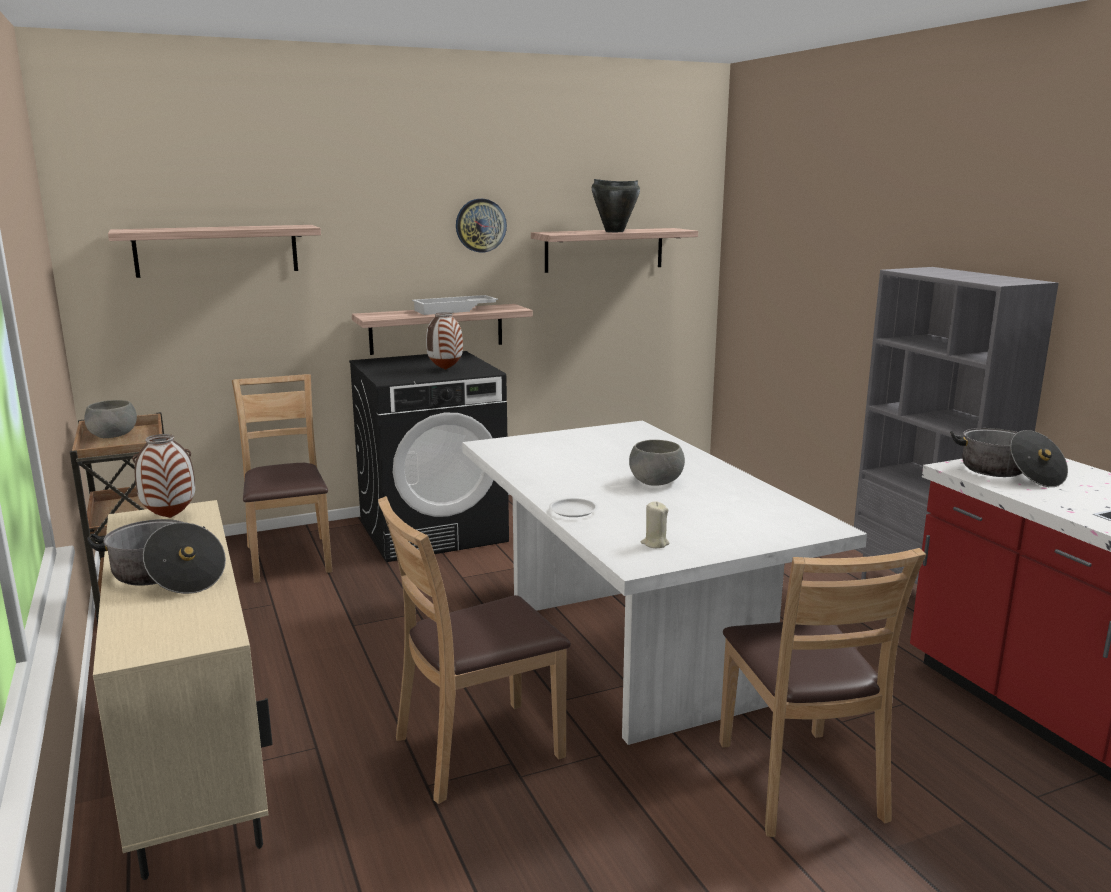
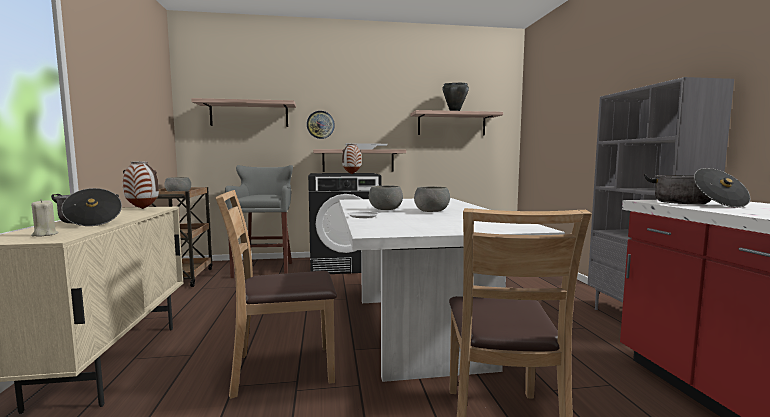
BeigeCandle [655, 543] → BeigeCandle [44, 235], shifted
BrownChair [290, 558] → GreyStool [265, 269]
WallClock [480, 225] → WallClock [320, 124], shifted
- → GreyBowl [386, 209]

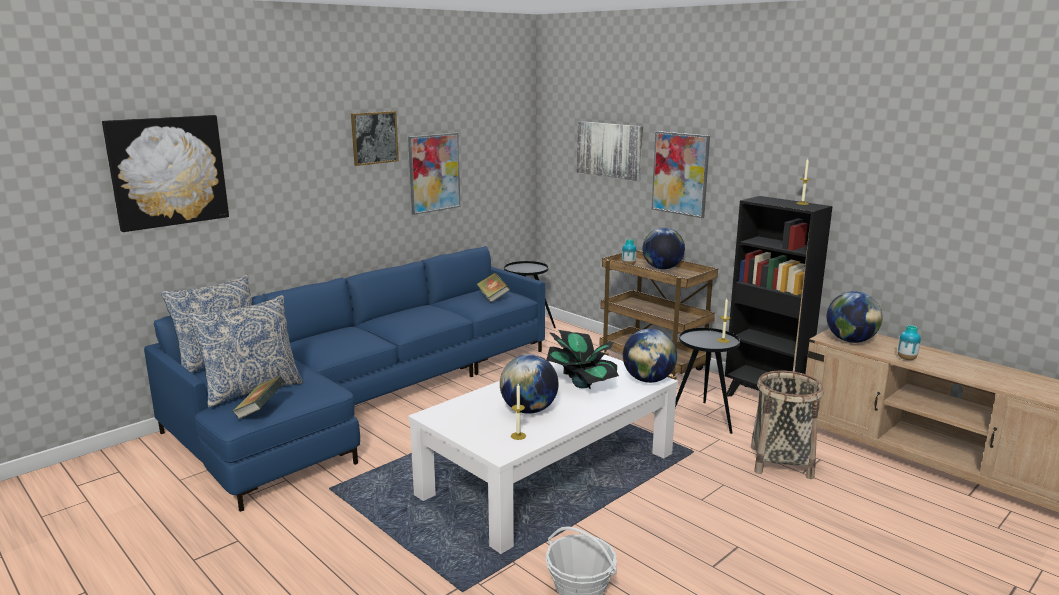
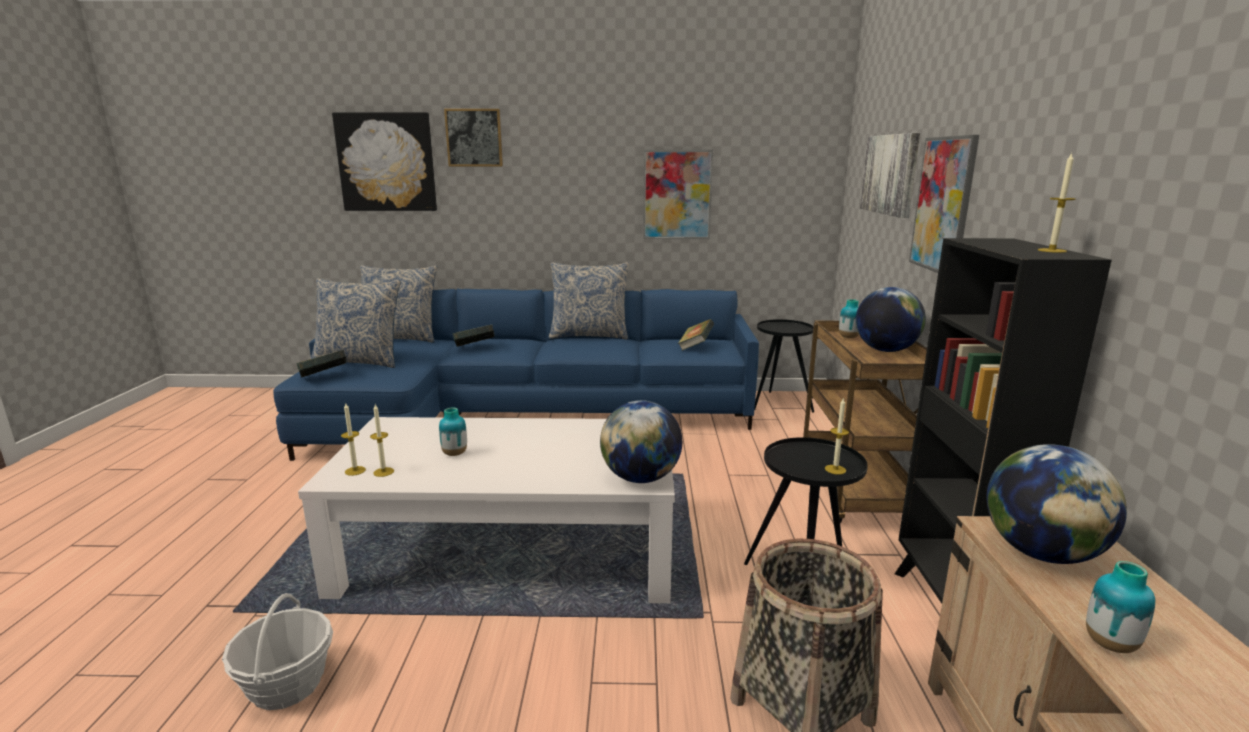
- → Candle [355, 471]
Globe [529, 410] → Vase [454, 454]
Picture [374, 137] → Picture [474, 138], shifted
- → Book [474, 348]
- → Pillow [589, 336]
PottedPlant [582, 384] → -

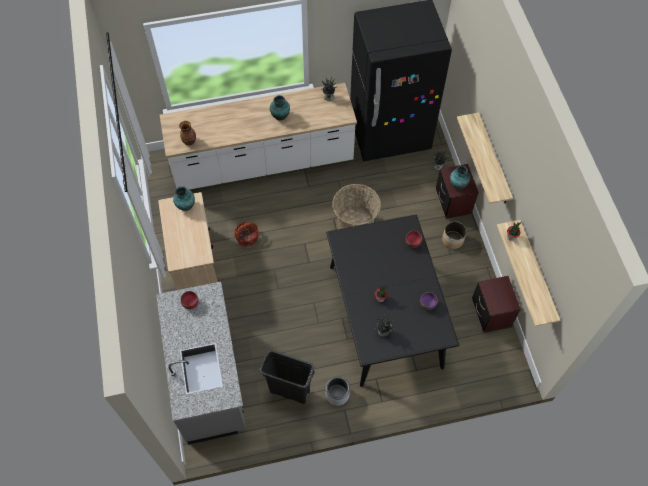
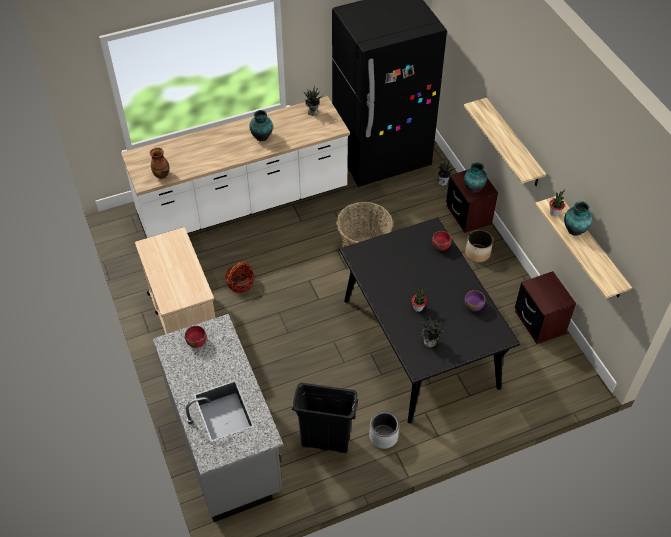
Vase [185, 206] → Vase [574, 230], shifted

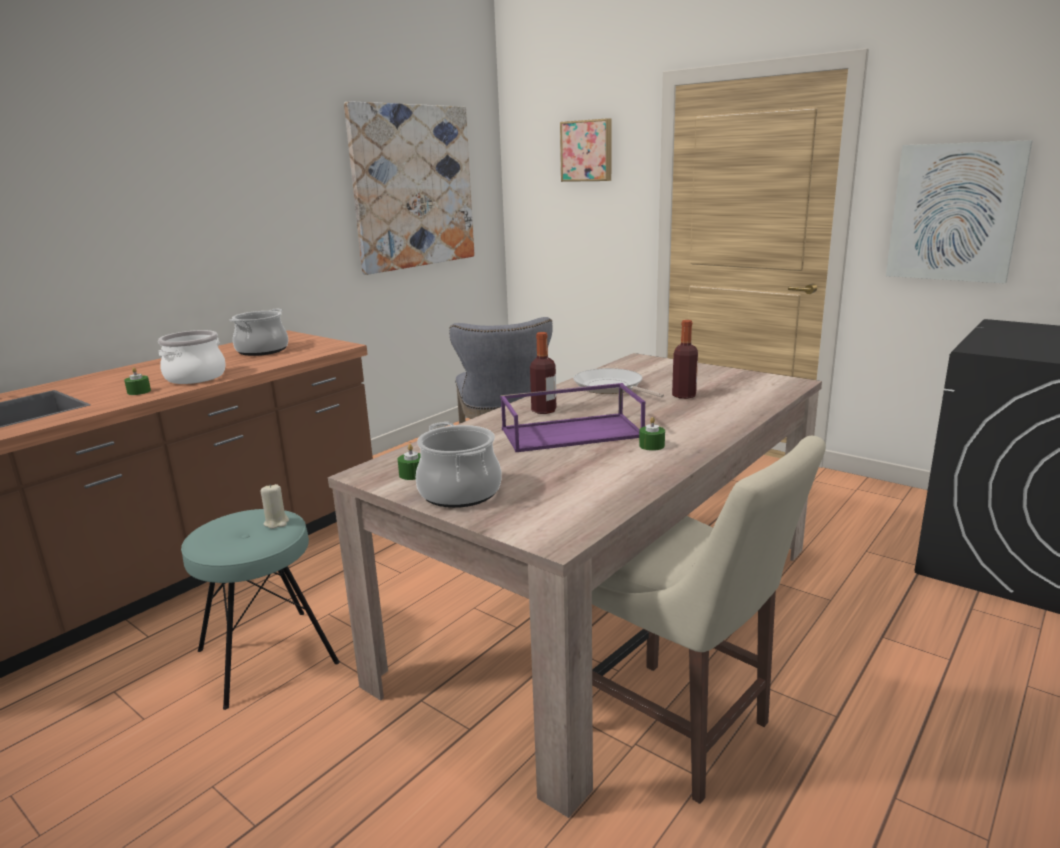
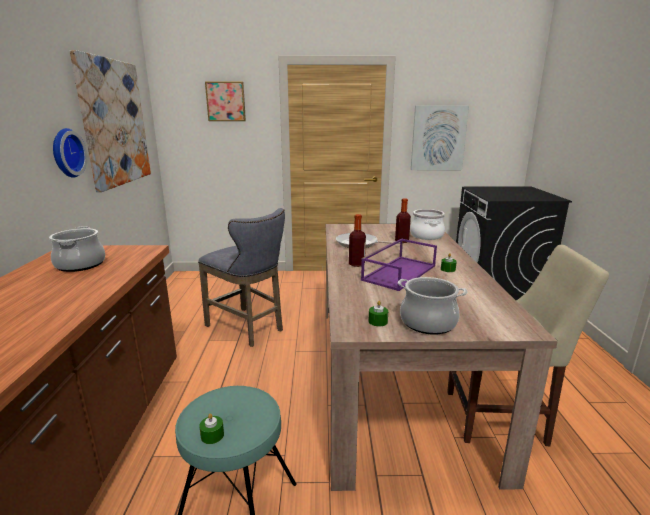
- → WallClock [65, 153]
GreenCandle [139, 391] → GreenCandle [212, 435], shifted
CookingPot [196, 377] → CookingPot [427, 236], shifted
BeigeCandle [276, 523] → -

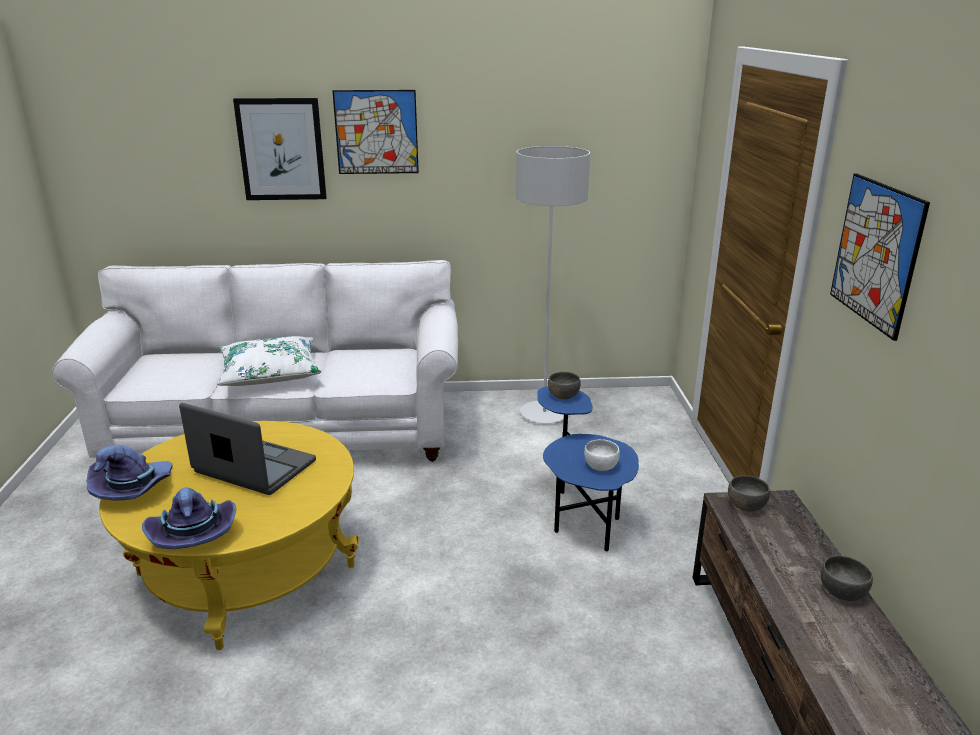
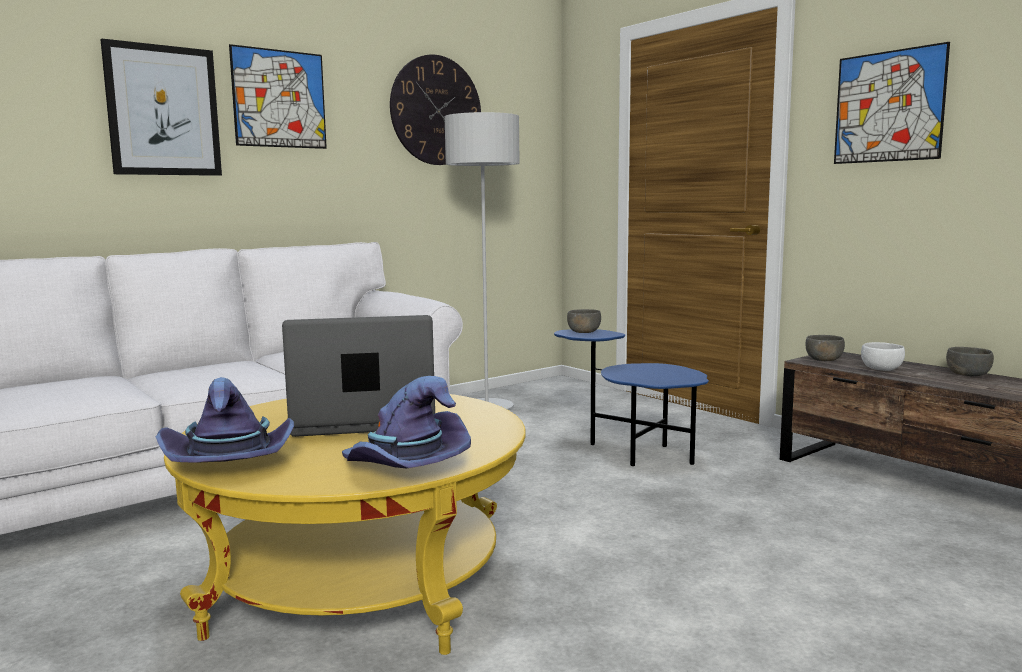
- → WallClock [436, 110]
WhiteBowl [601, 466] → WhiteBowl [882, 369], shifted
WhitePillow [270, 373] → -

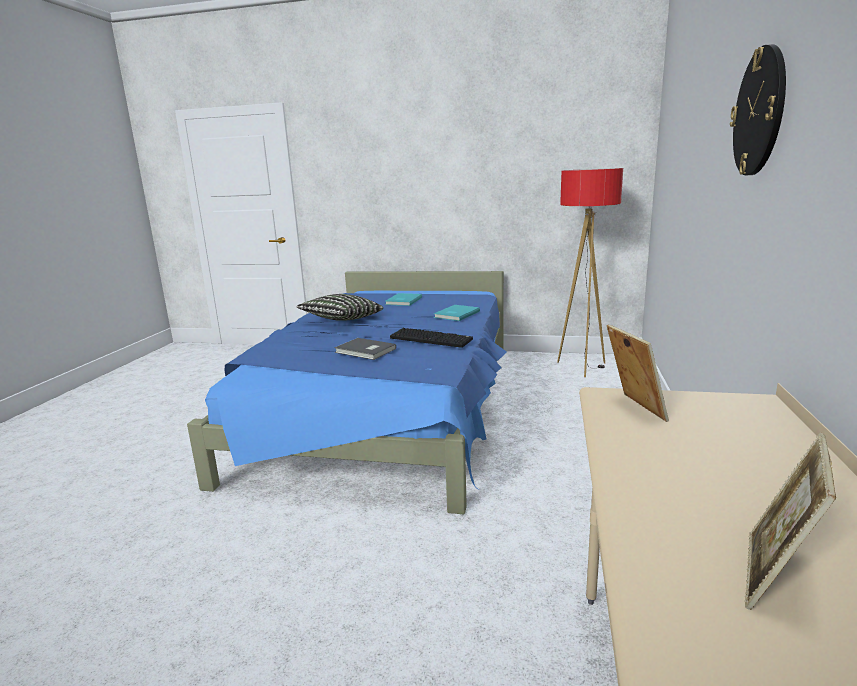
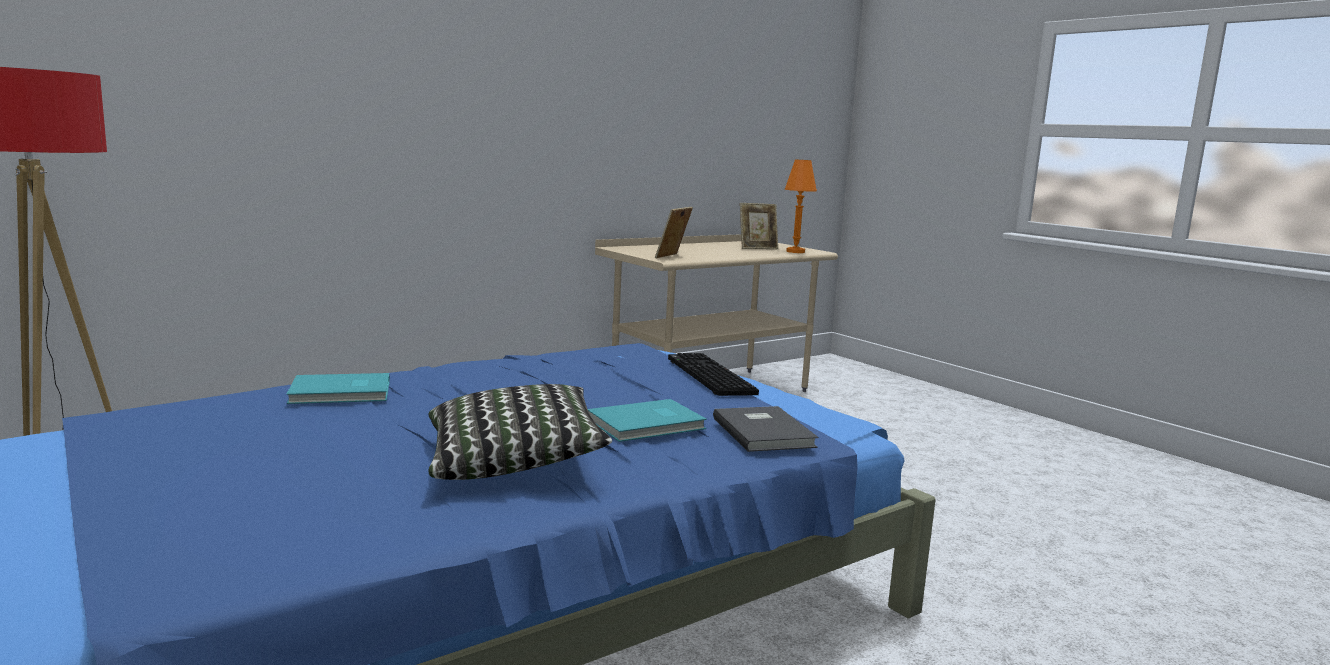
TurquoiseBook [402, 301] → TurquoiseBook [648, 424], shifted
Keyboard [432, 339] → Keyboard [707, 376], shifted
GreyBook [365, 351] → GreyBook [765, 431], shifted
- → OrangeTableLamp [795, 251]
WallClock [759, 112] → -

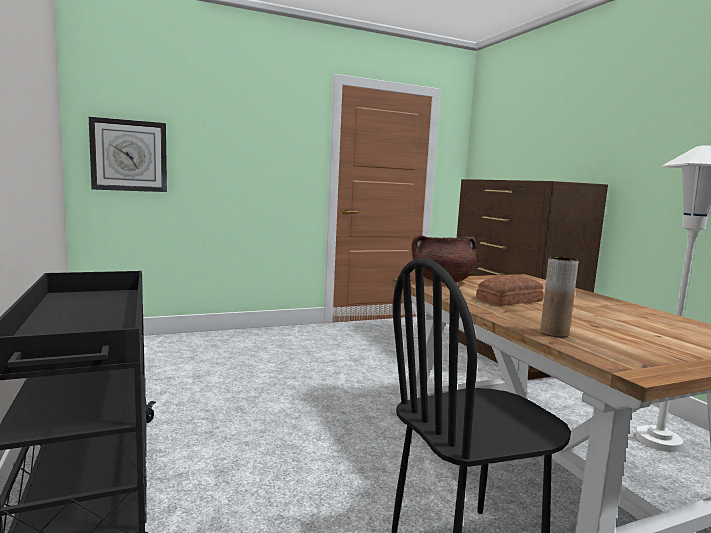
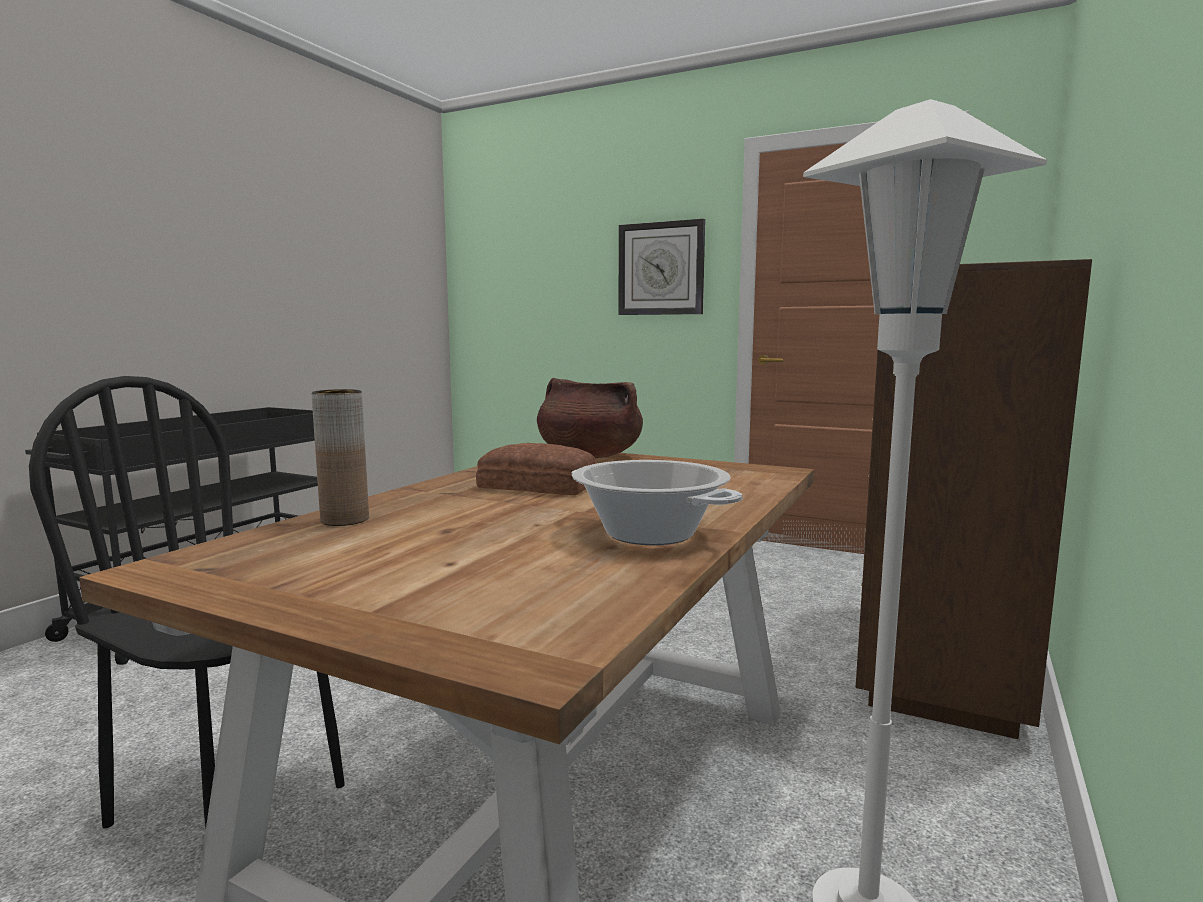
- → CookingPot [649, 534]
WallClock [129, 155] → WallClock [661, 269], shifted

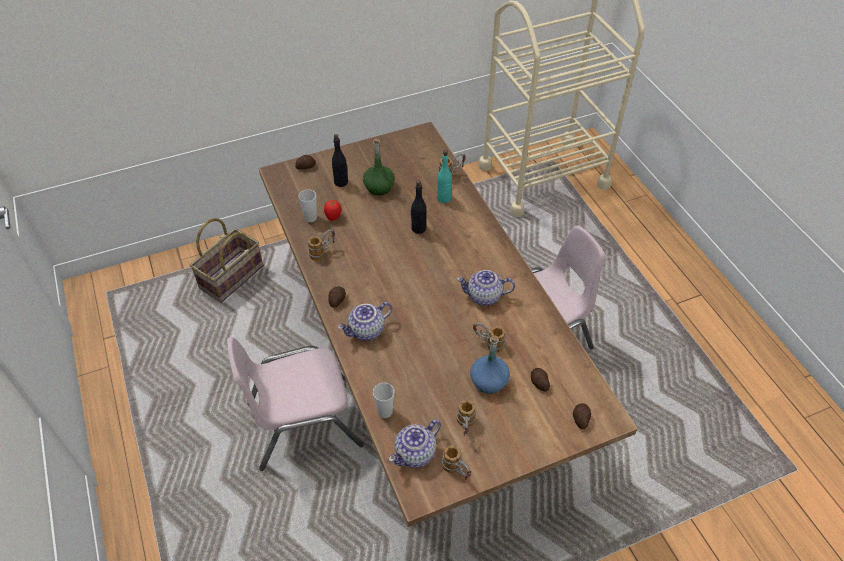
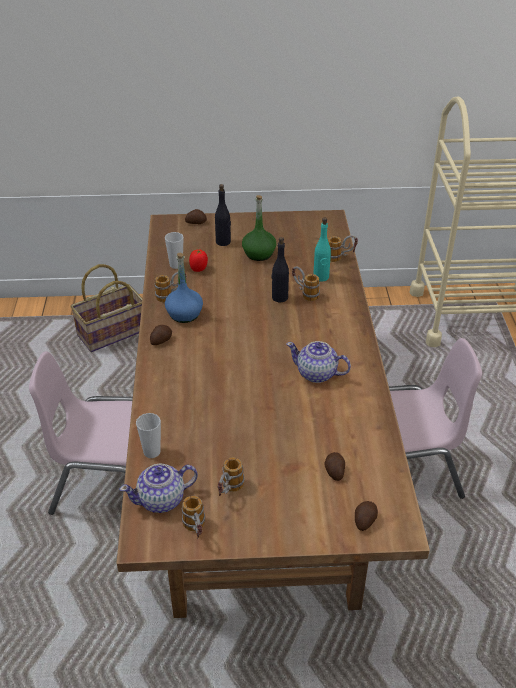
BlueBottle [489, 381] → BlueBottle [184, 314], shifted
Mug [488, 343] → Mug [304, 293], shifted
Teapot [367, 331] → -

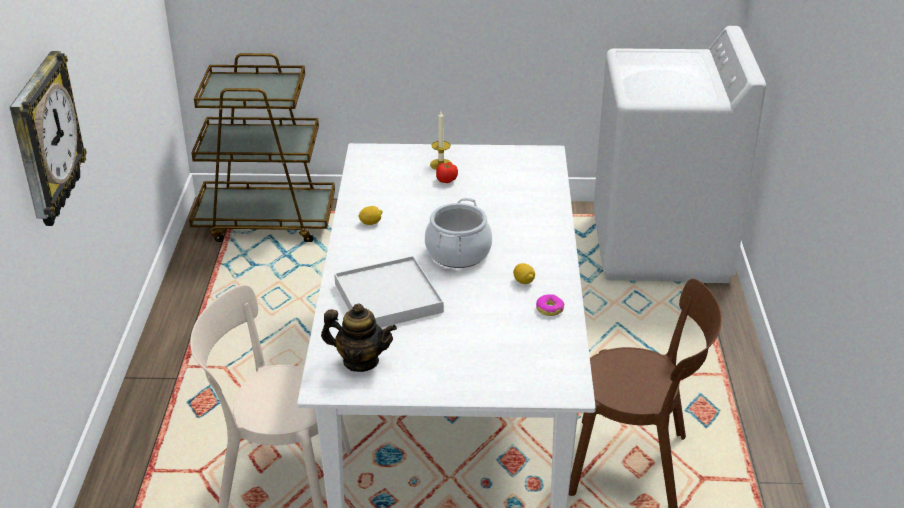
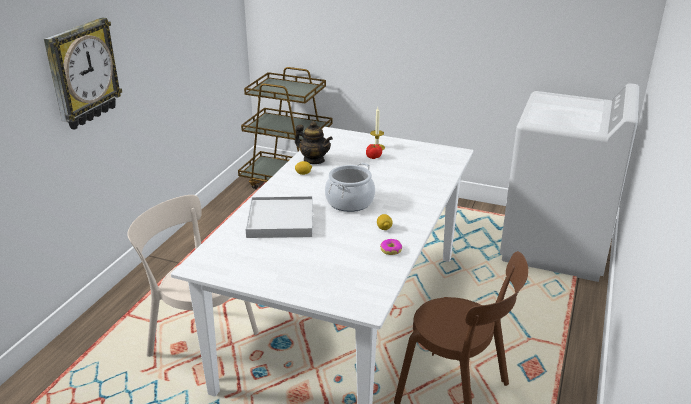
Teapot [360, 361] → Teapot [314, 160], shifted

